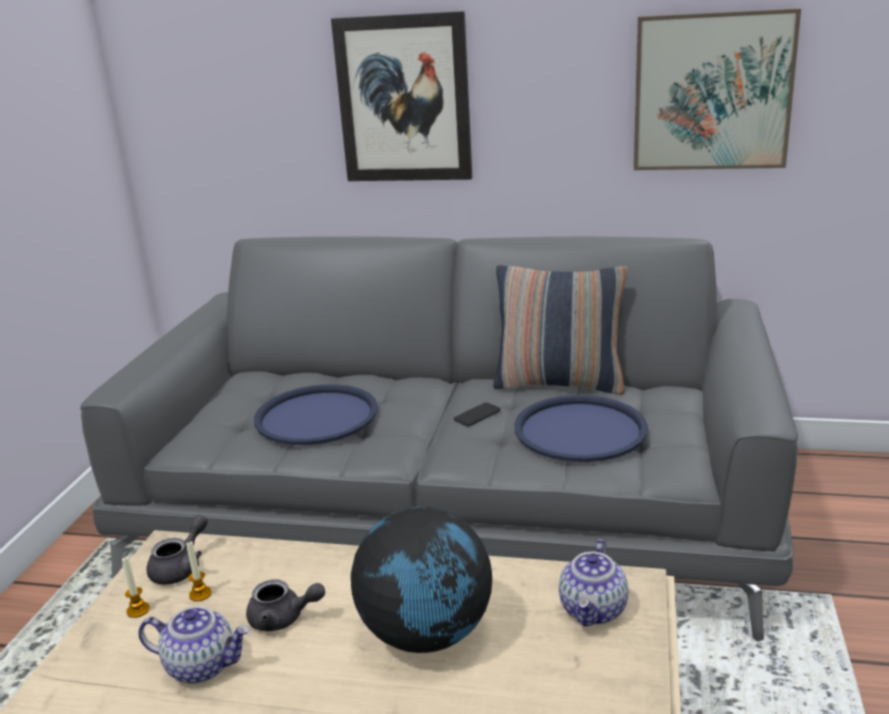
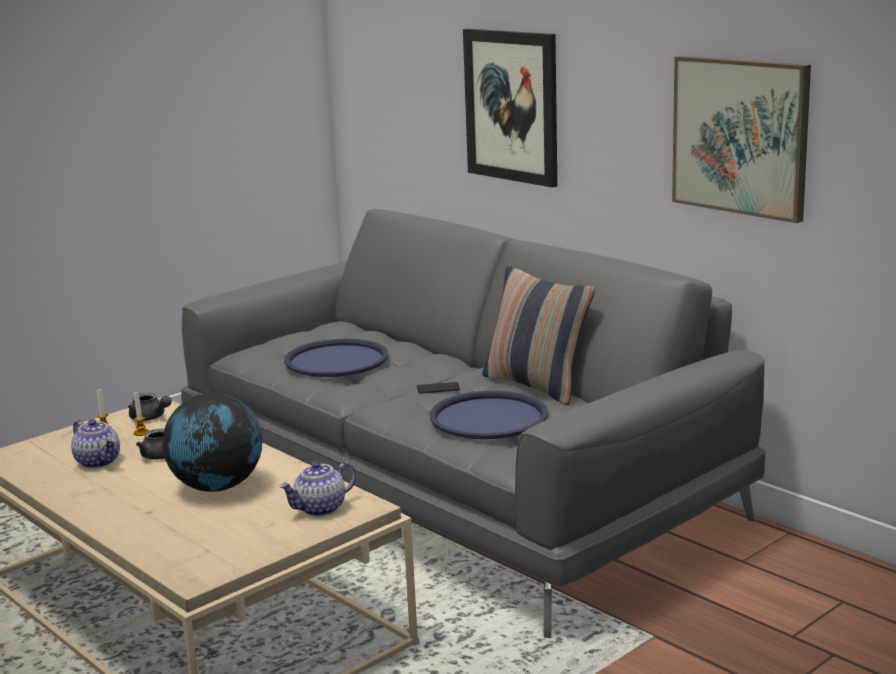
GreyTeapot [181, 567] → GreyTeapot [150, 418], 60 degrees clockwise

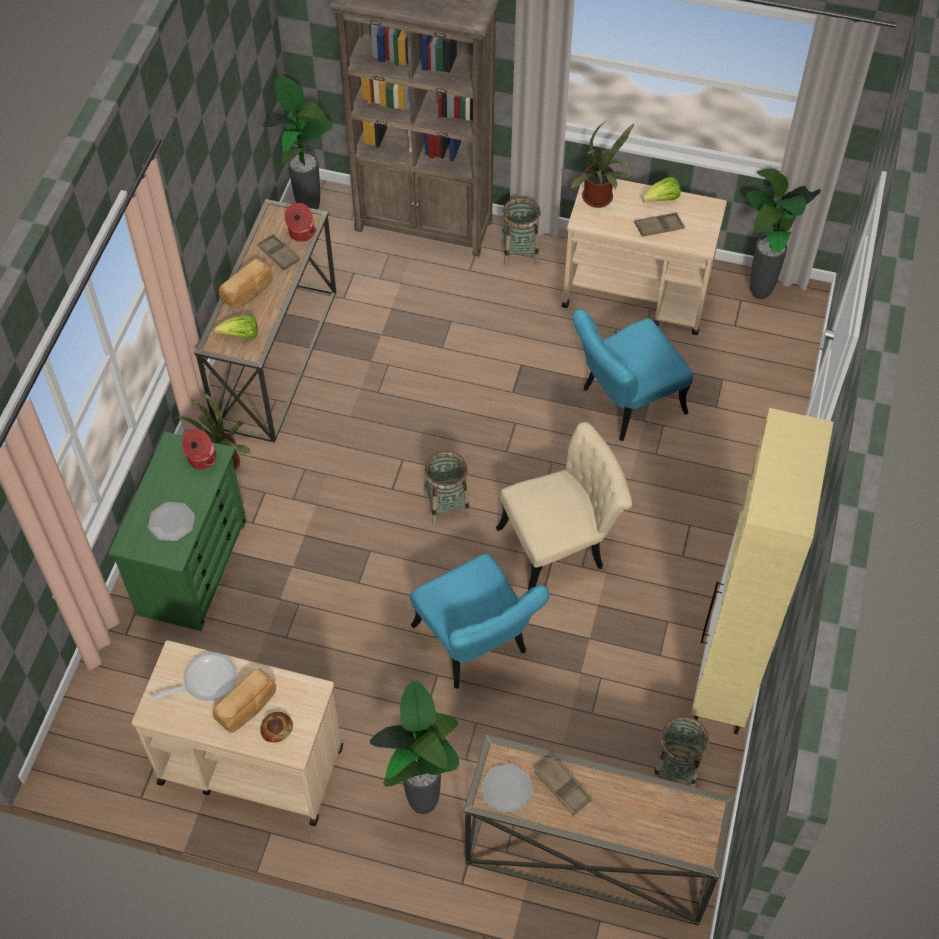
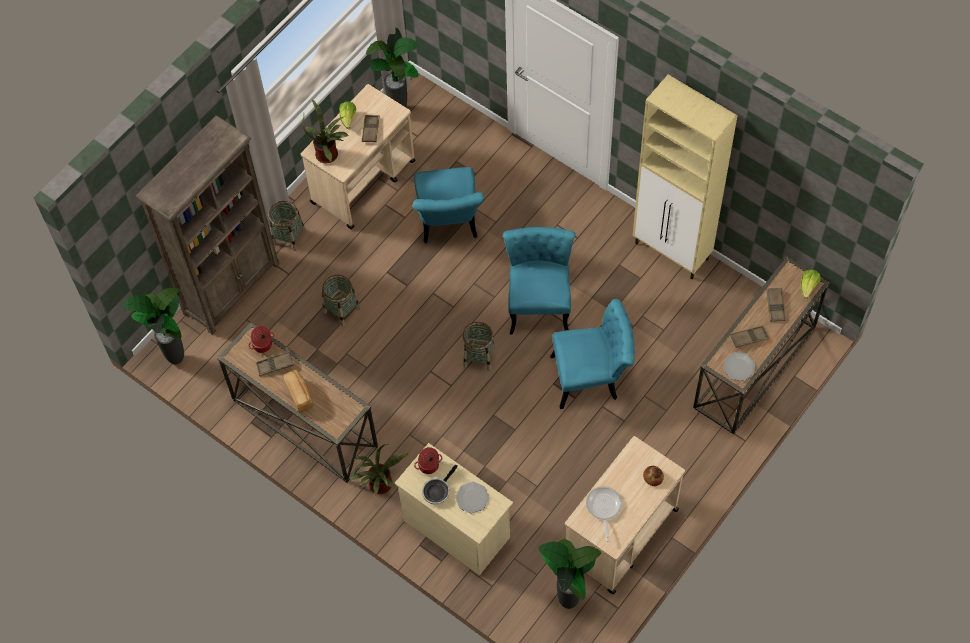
Basket [676, 767] → Basket [341, 310], shifted
GreenDresser [192, 566] → BeigeDresser [456, 528]
- → FryingPan [437, 490]
BeigeChair [561, 545] → TurquoiseChair [539, 301]
PottedPlant [424, 802] → PottedPlant [567, 601], shifted
- → BrownTray [775, 306]
Lettuce [241, 336] → Lettuce [808, 287], shifted
Bread [247, 707] → -

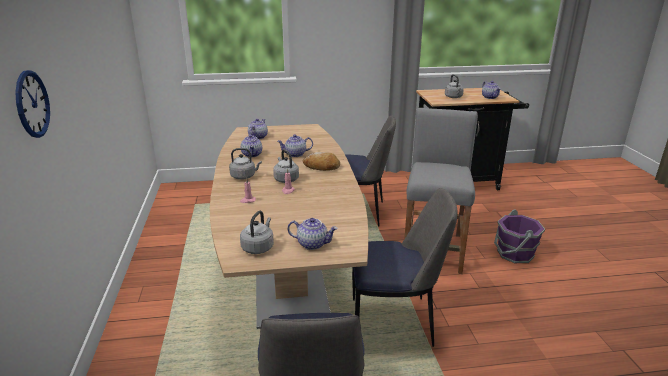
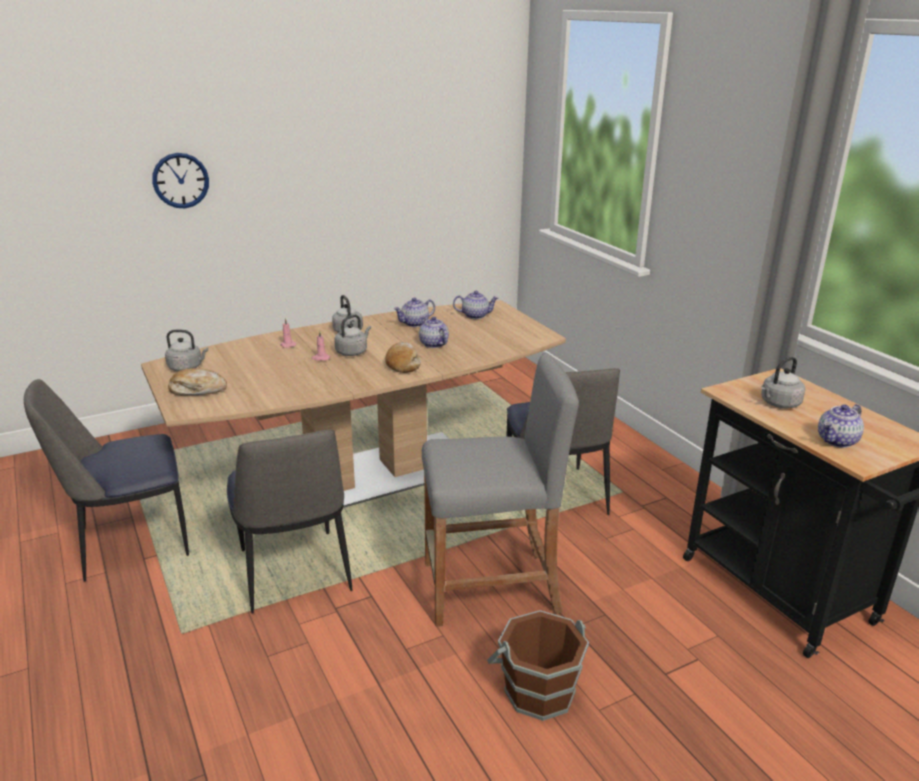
Teapot [313, 244] → Bread [197, 390]
PurpleBucket [514, 254] → BrownBucket [538, 691]

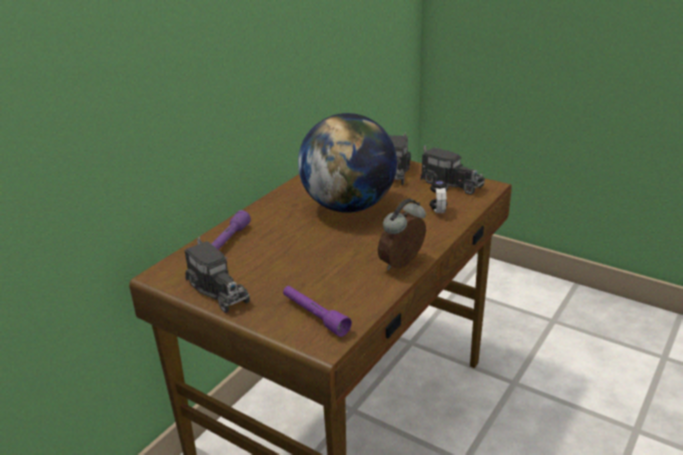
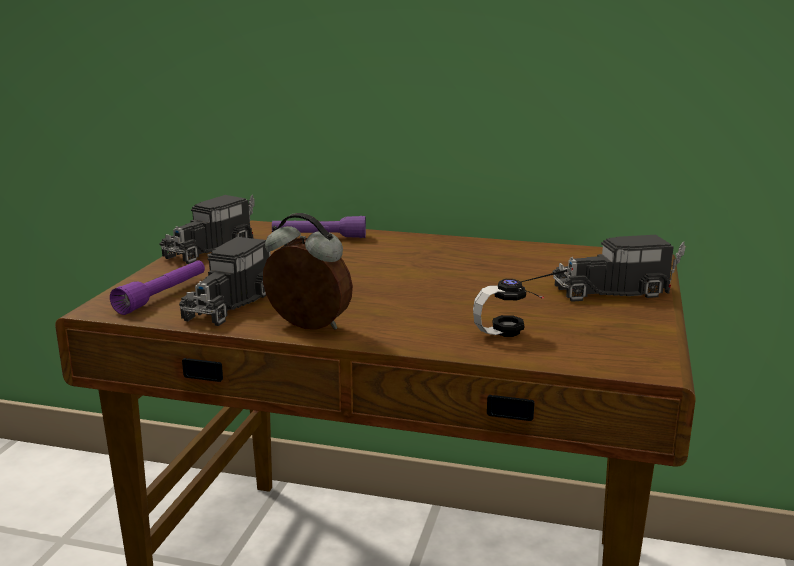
ToyTruck [449, 182] → ToyTruck [231, 302], shifted
Globe [348, 206] → -

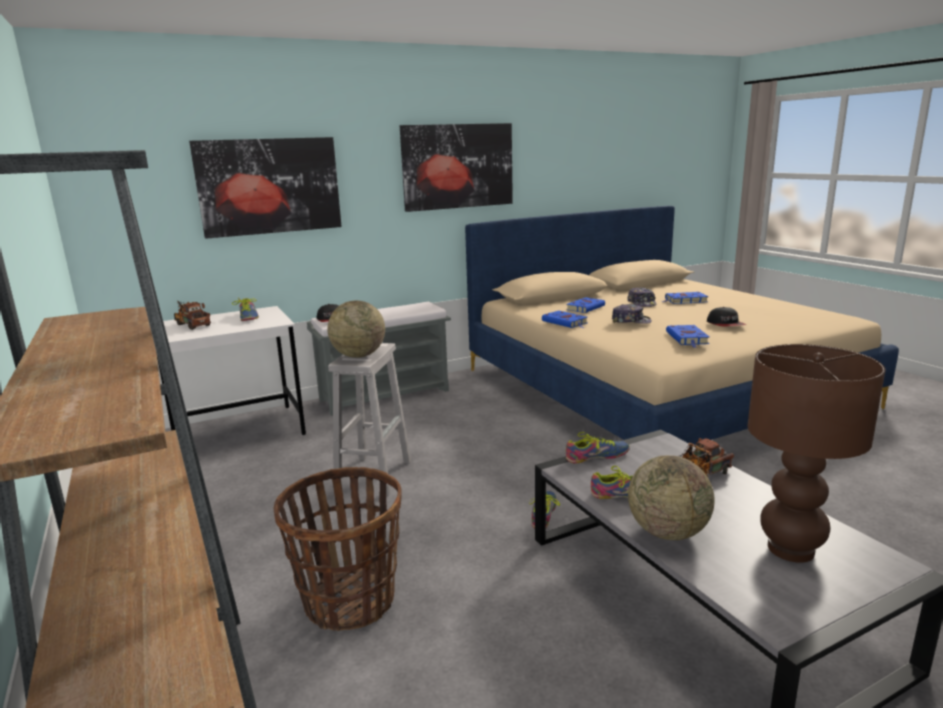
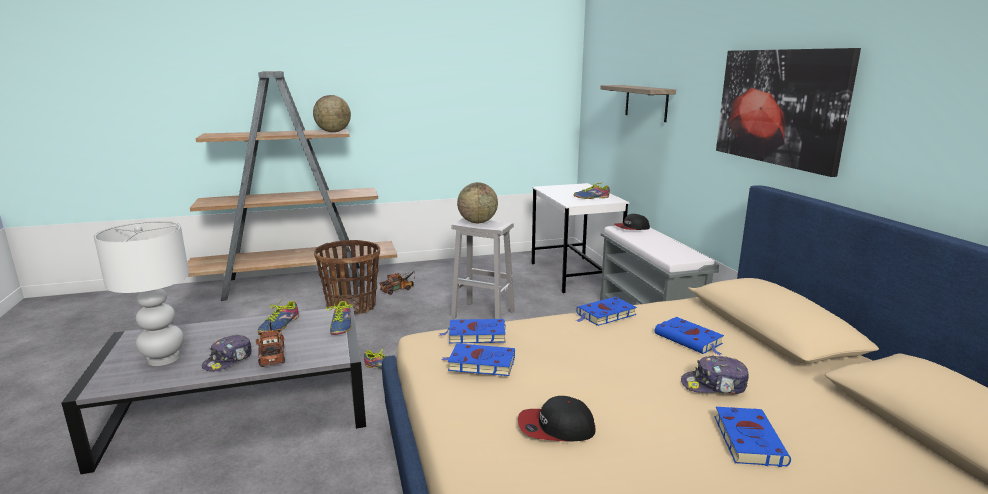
BrownTableLamp [790, 550] → WhiteTableLamp [163, 358]
Cap [631, 321] → Cap [228, 360], shifted
Globe [667, 532] → Globe [333, 132], shifted
ToyTruck [192, 324] → ToyTruck [399, 289], shifted
- → BlueBook [475, 335]
Picture [269, 186] → Shelf [646, 102]

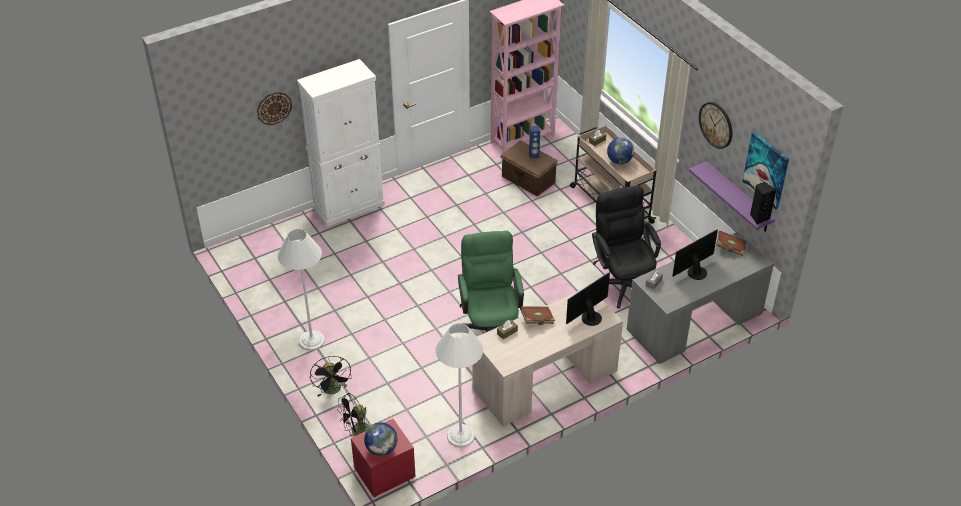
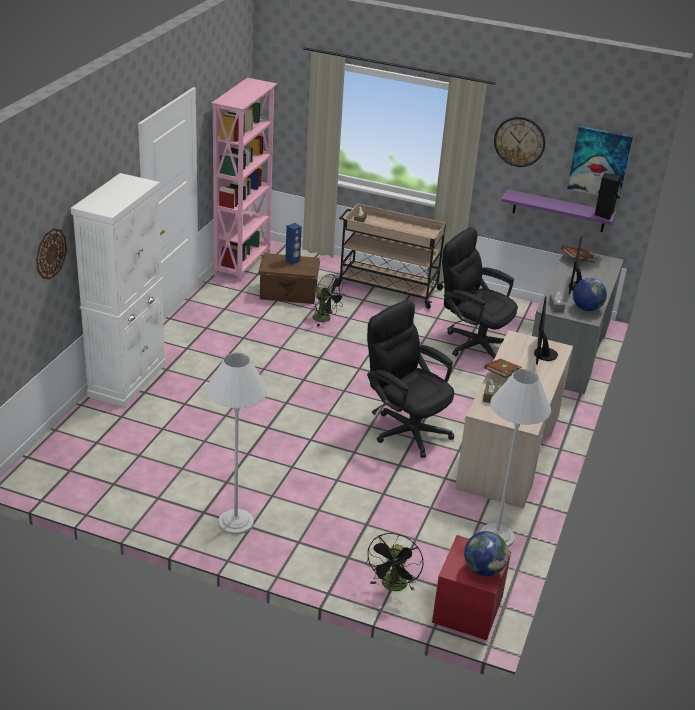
BlackFan [333, 390] → BlackFan [325, 319], shifted
GreenOfficeChair [490, 327] → BlackOfficeChair [406, 428]
Globe [619, 161] → Globe [586, 308], shifted

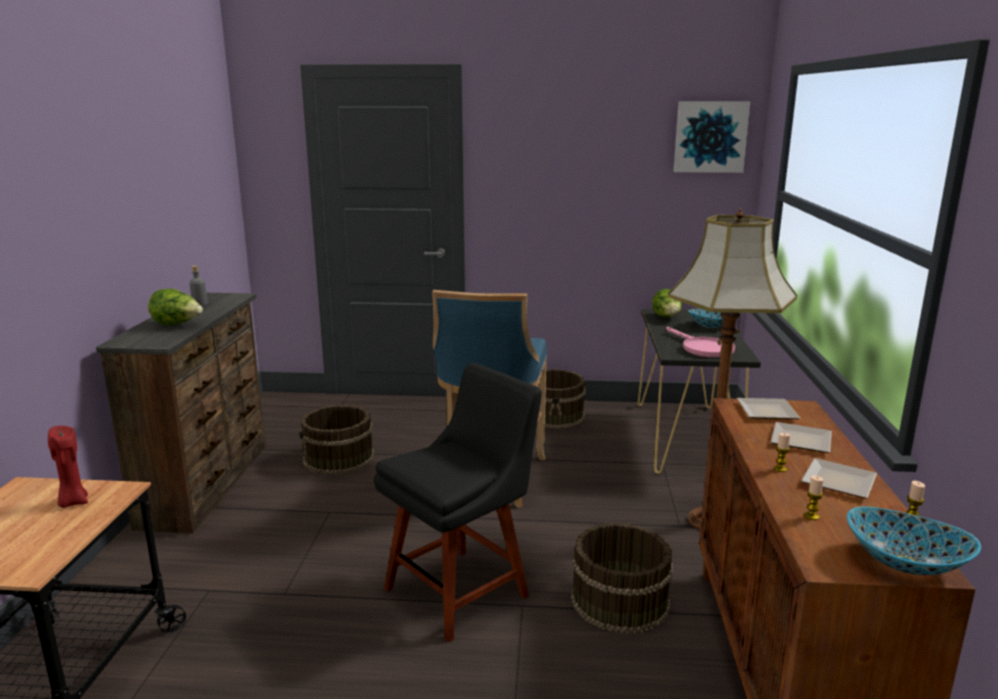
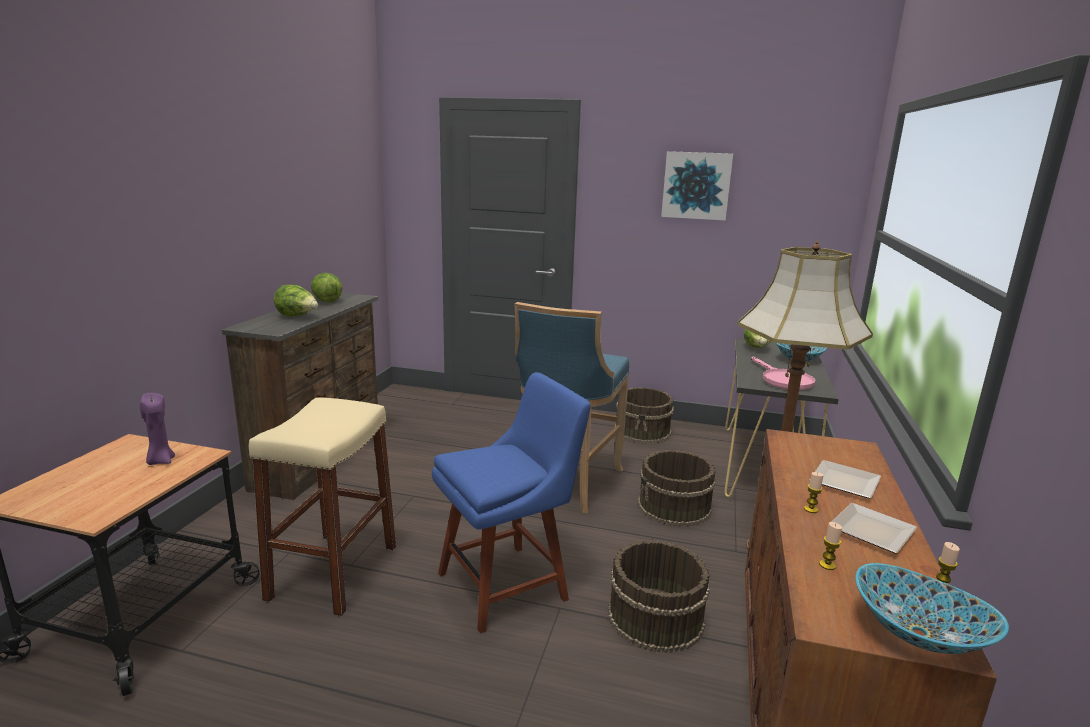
RedCandle [73, 502] → PurpleCandle [160, 461]
- → BeigeStool [333, 572]
GreyBottle [200, 303] → Lettuce [326, 301]
BlackChair [462, 589] → BlueChair [508, 584]
BrownBucket [339, 458] → BrownBucket [674, 507], shifted
Picture [710, 137] → Picture [696, 185], shifted
Plate [764, 411] → -

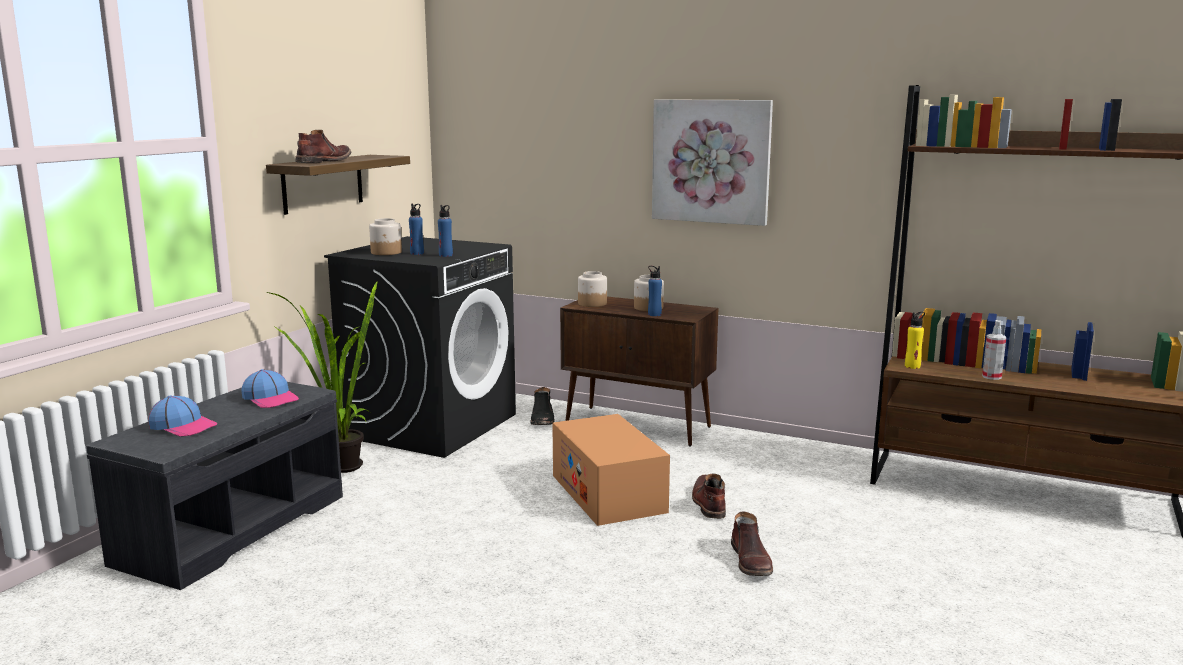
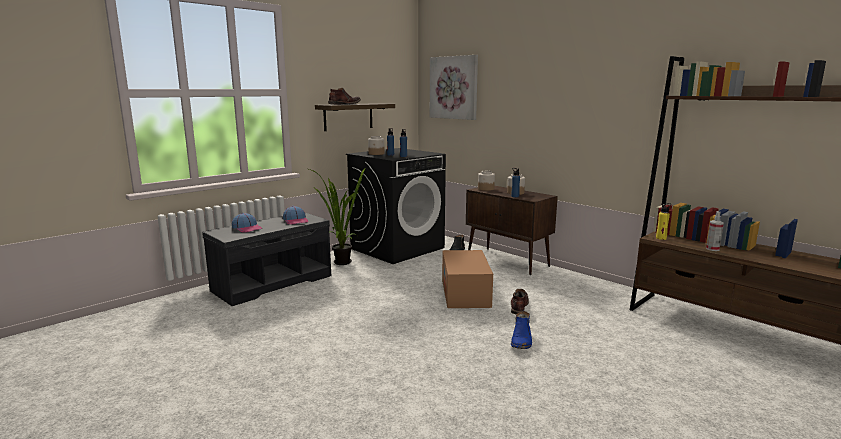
Picture [711, 161] → Picture [454, 87], shifted
BrownBoot [751, 561] → BlueBoot [521, 340]

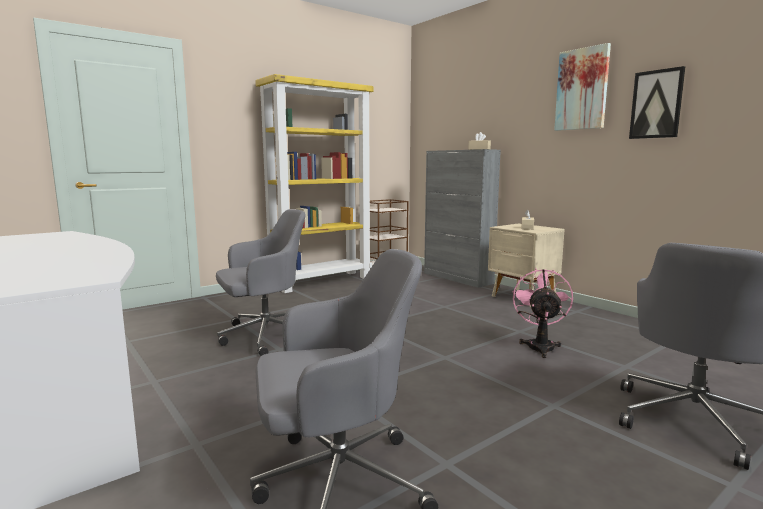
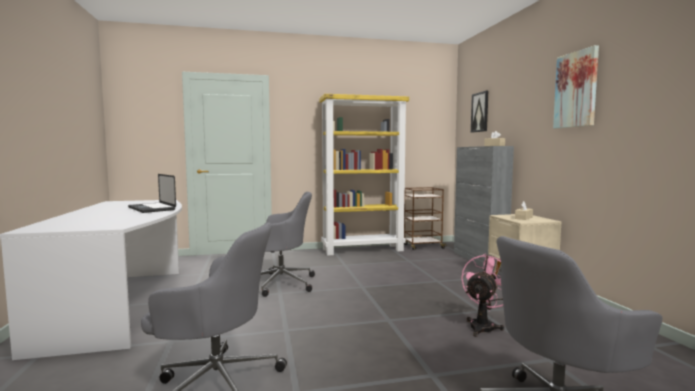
- → Laptop [151, 208]
Picture [656, 104] → Picture [480, 112], shifted

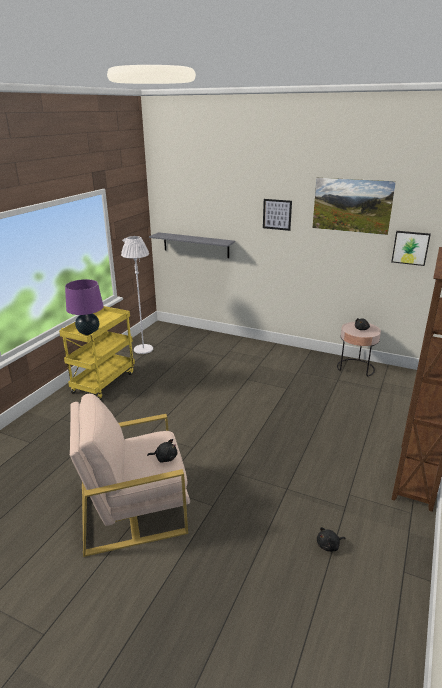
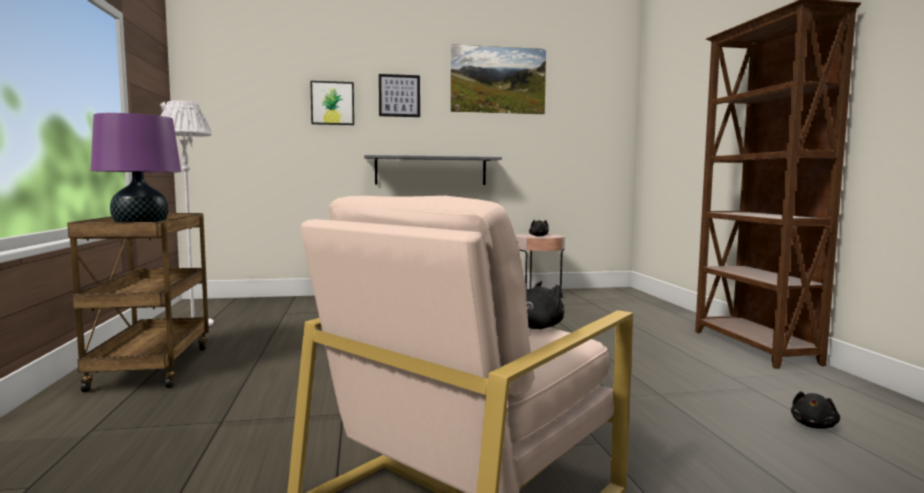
YellowCart [104, 382] → BrownCart [151, 366]
Picture [410, 247] → Picture [332, 103], shifted
GreyShelf [195, 245] → GreyShelf [431, 171], shifted

